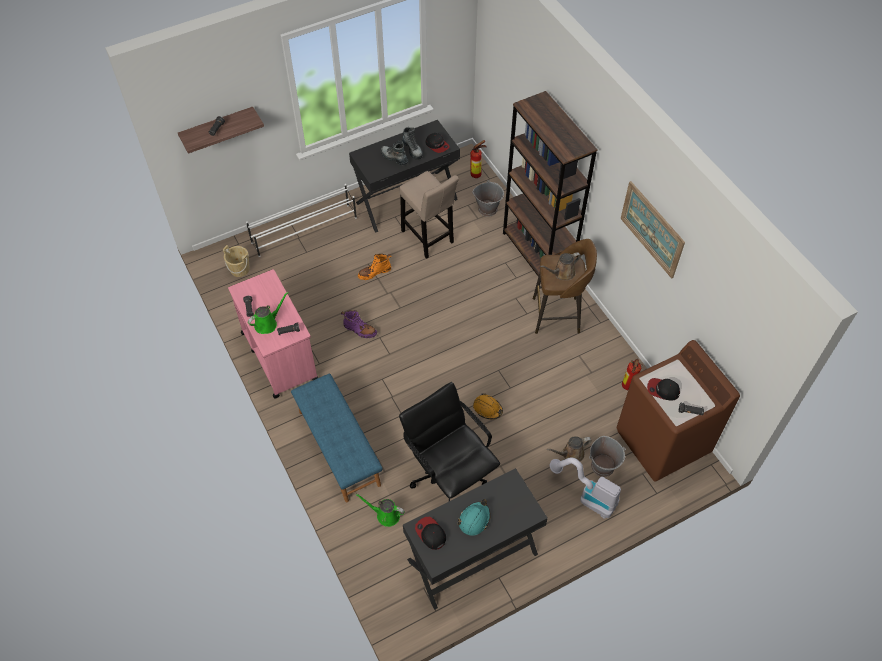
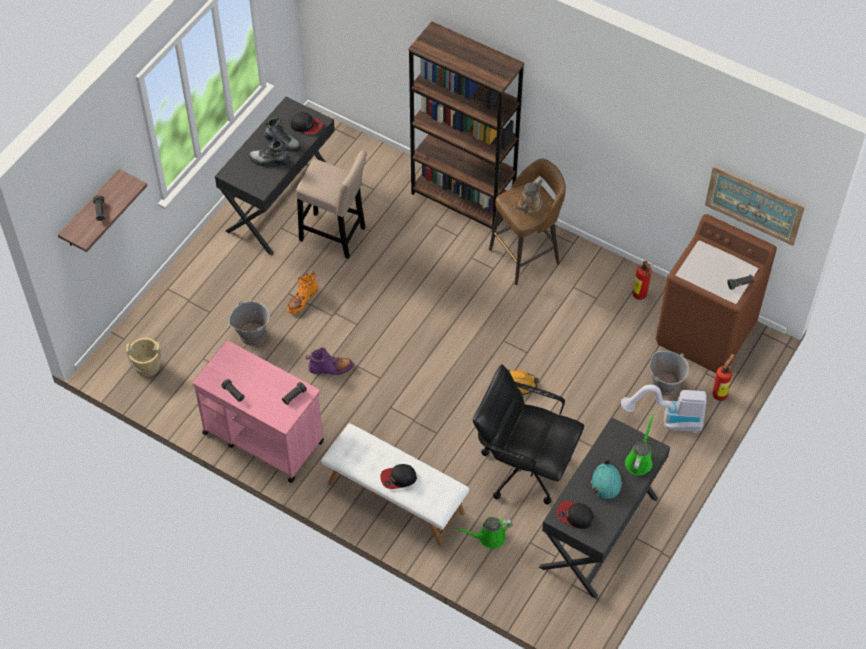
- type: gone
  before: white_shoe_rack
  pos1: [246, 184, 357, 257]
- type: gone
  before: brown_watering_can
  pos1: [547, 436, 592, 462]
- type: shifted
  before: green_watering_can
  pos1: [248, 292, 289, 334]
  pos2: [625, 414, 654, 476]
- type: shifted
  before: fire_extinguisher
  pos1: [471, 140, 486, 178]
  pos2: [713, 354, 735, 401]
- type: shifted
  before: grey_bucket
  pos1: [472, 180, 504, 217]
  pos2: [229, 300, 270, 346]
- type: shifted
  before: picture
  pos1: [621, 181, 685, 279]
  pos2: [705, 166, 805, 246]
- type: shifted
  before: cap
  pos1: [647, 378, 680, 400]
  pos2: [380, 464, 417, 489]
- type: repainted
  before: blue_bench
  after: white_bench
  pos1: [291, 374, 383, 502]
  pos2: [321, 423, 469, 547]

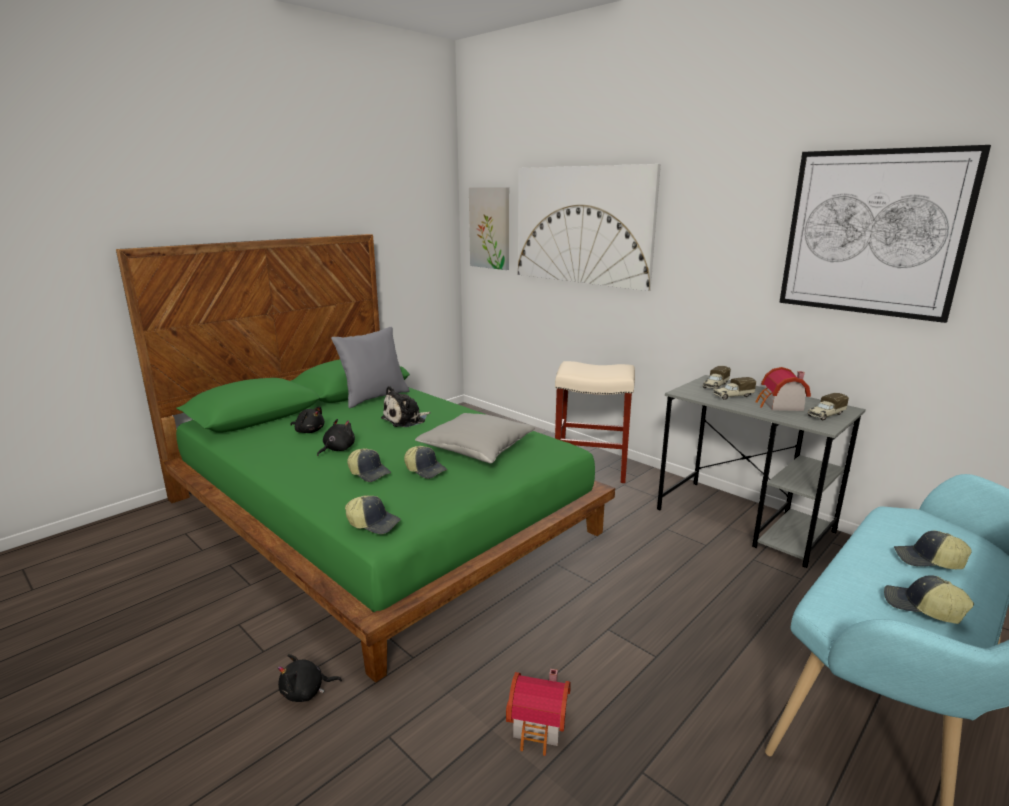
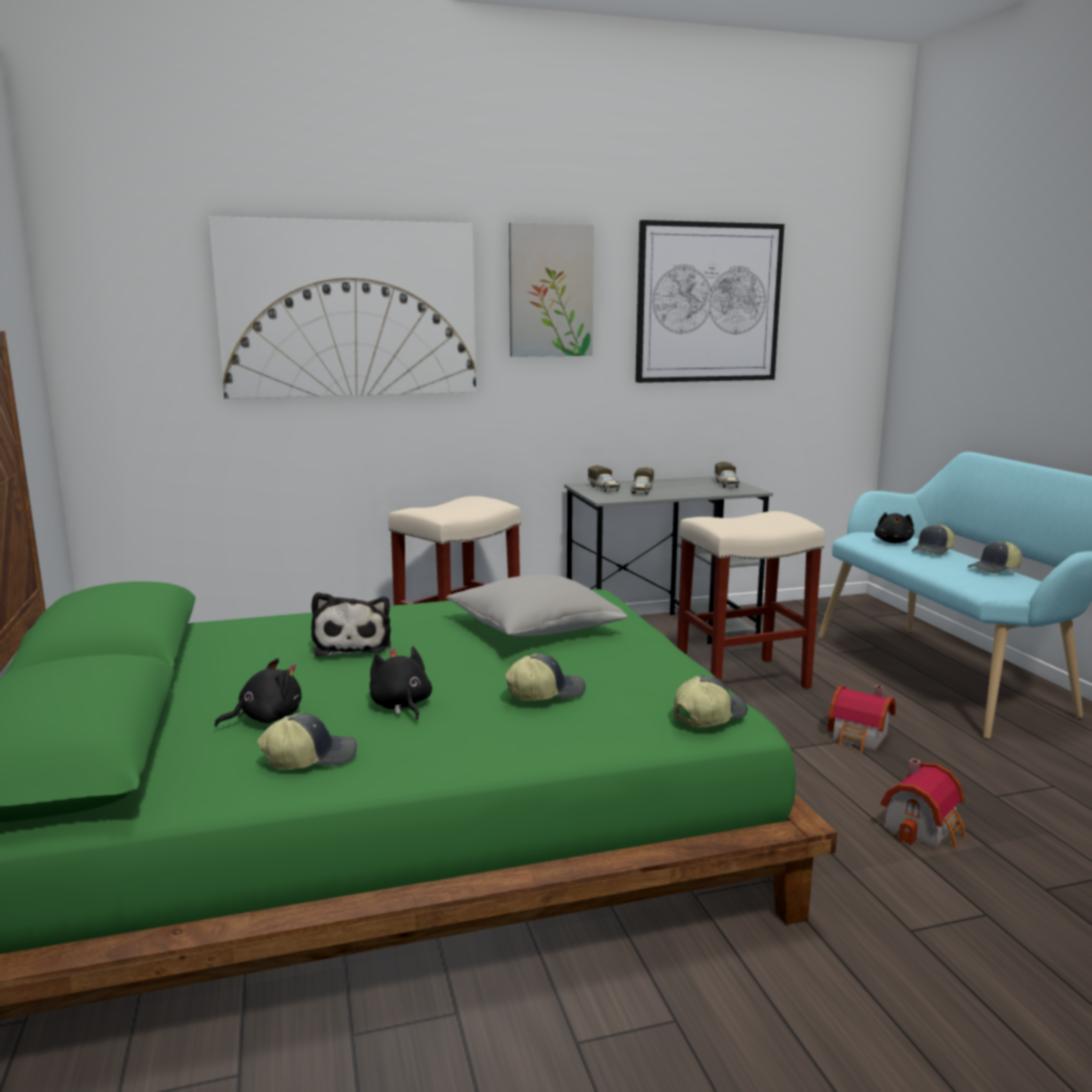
- type: gone
  before: grey_pillow
  pos1: [331, 327, 410, 408]
- type: new
  after: beige_stool
  pos2: [677, 511, 825, 689]
- type: shifted
  before: black_plush_toy
  pos1: [278, 654, 342, 702]
  pos2: [874, 512, 914, 543]
- type: shifted
  before: cap
  pos1: [404, 446, 447, 479]
  pos2: [257, 712, 357, 770]
- type: shifted
  before: picture
  pos1: [469, 187, 509, 270]
  pos2: [509, 222, 594, 357]
- type: shifted
  before: toy_house
  pos1: [756, 367, 811, 411]
  pos2: [828, 685, 896, 752]

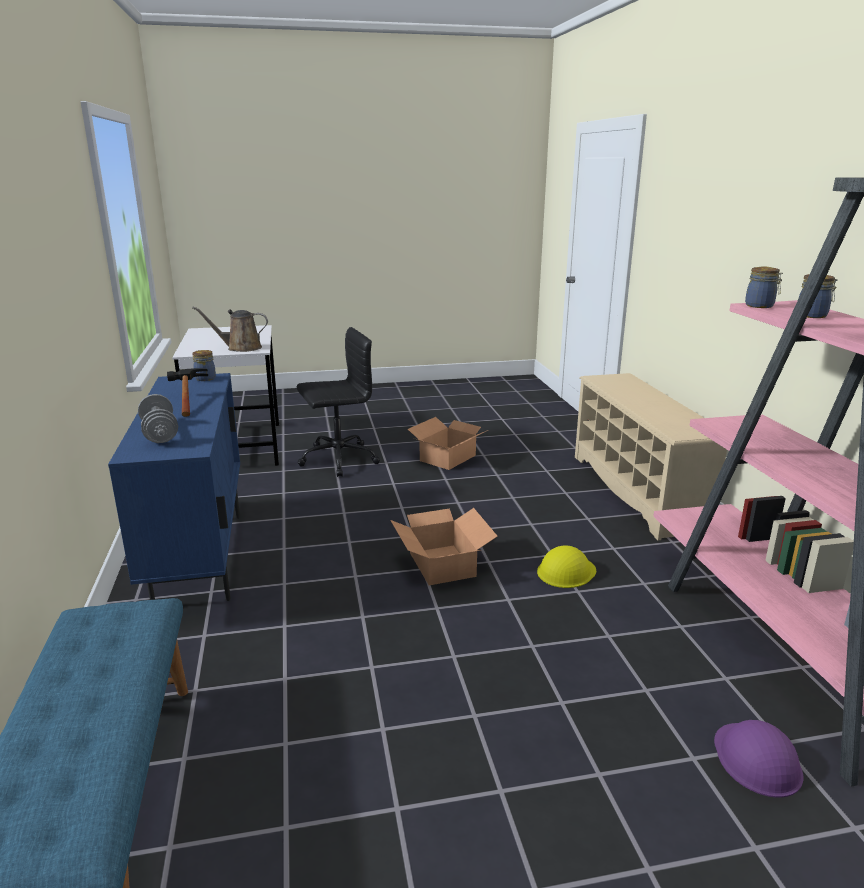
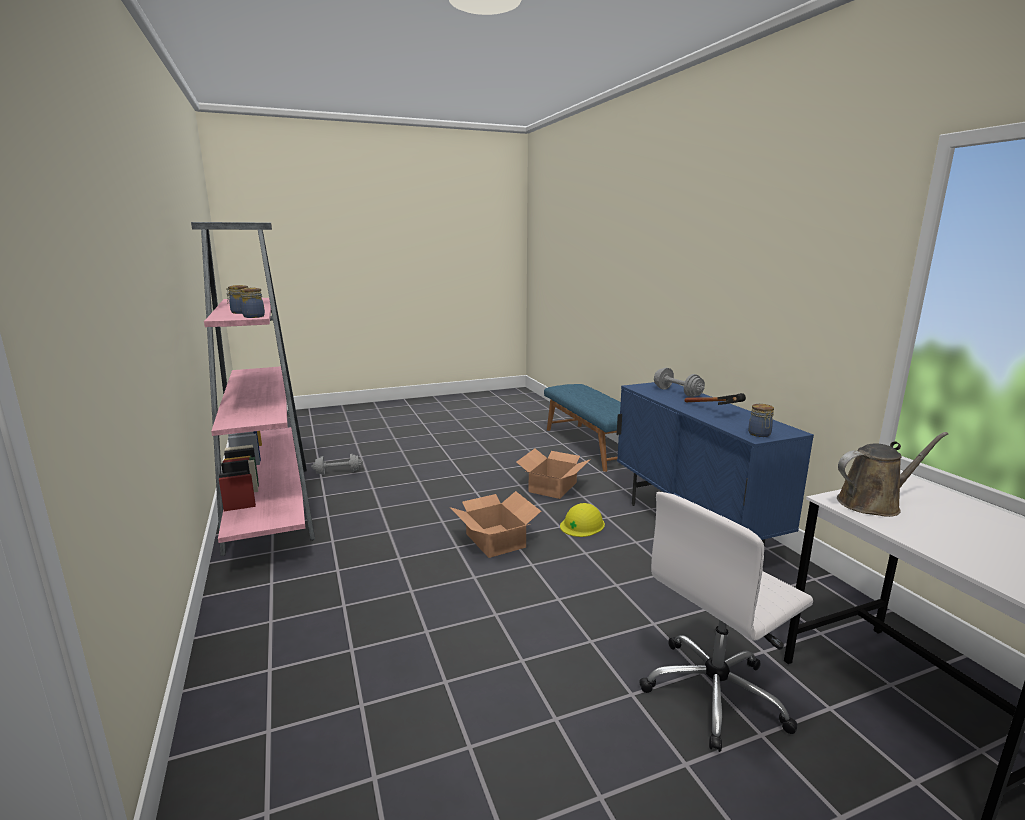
- type: gone
  before: beige_shoe_rack
  pos1: [575, 373, 727, 540]
- type: shifted
  before: cardboard_box
  pos1: [408, 417, 488, 470]
  pos2: [516, 449, 591, 499]
- type: shifted
  before: yellow_hard_hat
  pos1: [537, 545, 596, 588]
  pos2: [560, 503, 605, 537]
- type: swapped
  before: purple_hard_hat
  after: grey_dumbbell
  pos1: [714, 720, 803, 798]
  pos2: [311, 454, 363, 475]
- type: repainted
  before: black_office_chair
  after: white_office_chair
  pos1: [297, 327, 380, 477]
  pos2: [639, 492, 813, 752]

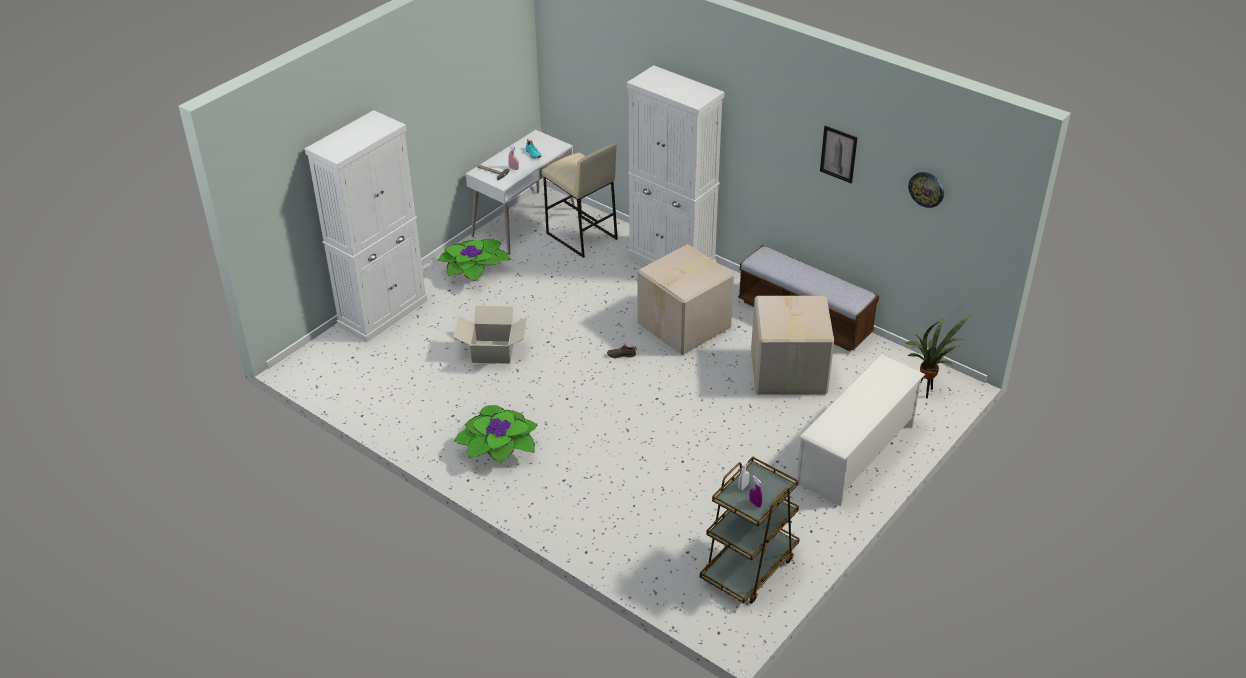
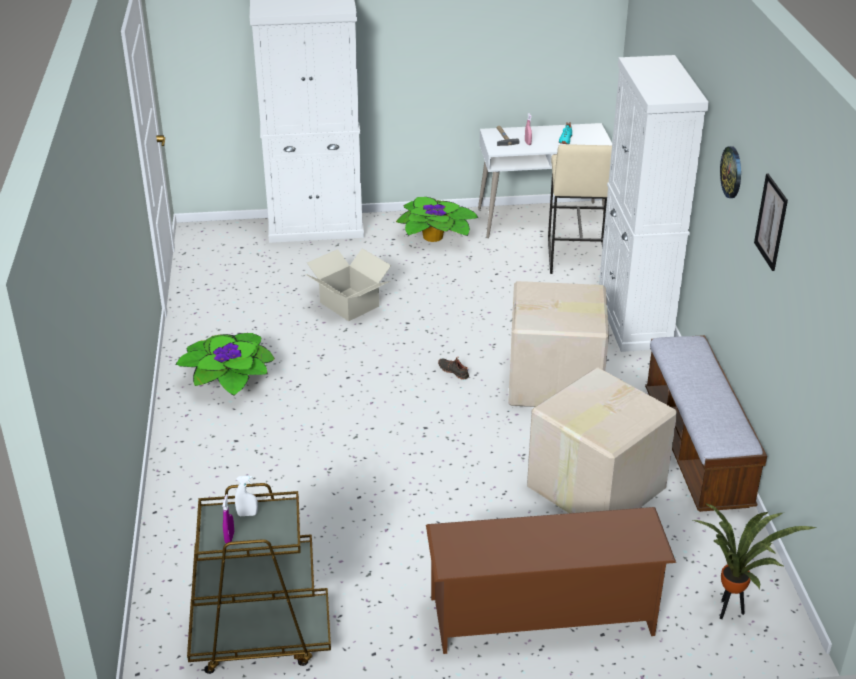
- type: shifted
  before: wall_clock
  pos1: [908, 172, 944, 208]
  pos2: [720, 146, 741, 198]
- type: repainted
  before: white_shoe_rack
  after: brown_shoe_rack
  pos1: [797, 354, 925, 506]
  pos2: [426, 507, 676, 654]

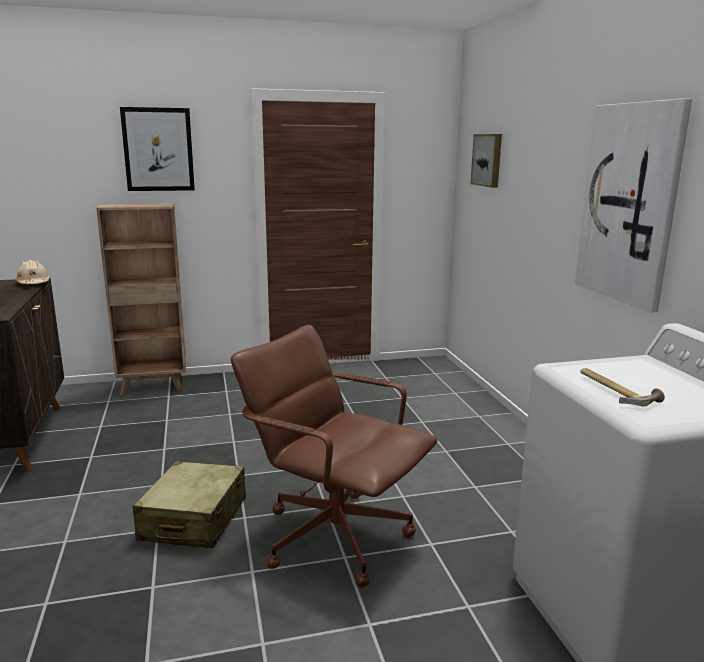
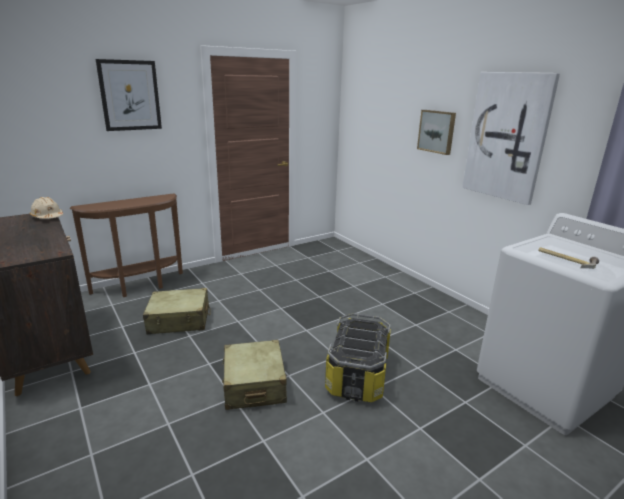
- type: new
  after: beige_suitcase
  pos2: [143, 288, 211, 334]
- type: shifted
  before: picture
  pos1: [471, 134, 502, 188]
  pos2: [417, 110, 456, 155]
- type: swapped
  before: brown_bookcase
  after: brown_console_table
  pos1: [96, 203, 186, 395]
  pos2: [70, 193, 183, 297]
- type: swapped
  before: brown_office_chair
  after: storage_box
  pos1: [231, 325, 438, 588]
  pos2: [325, 313, 391, 402]

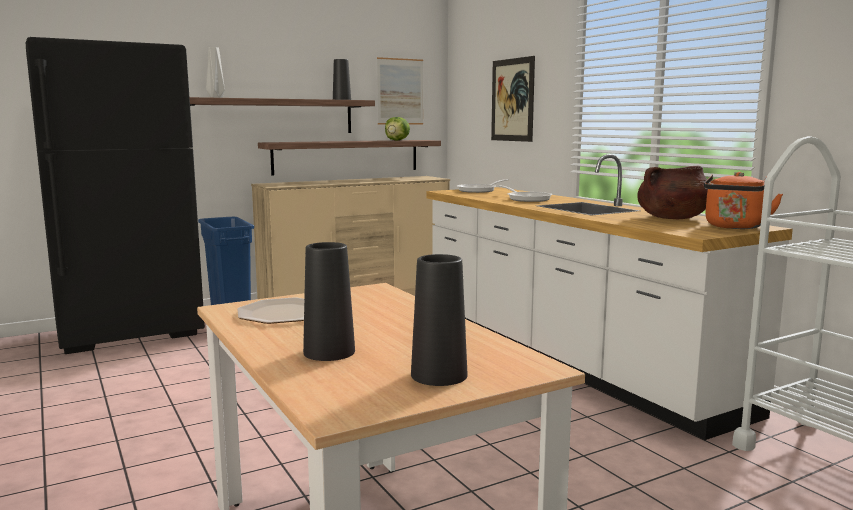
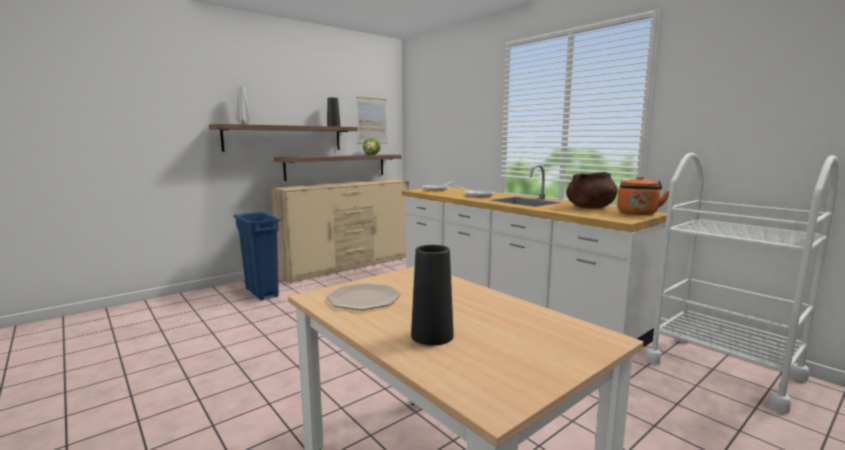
- type: gone
  before: black_fridge
  pos1: [26, 37, 205, 354]
- type: gone
  before: black_vase
  pos1: [411, 254, 467, 386]
- type: gone
  before: picture
  pos1: [491, 56, 535, 142]

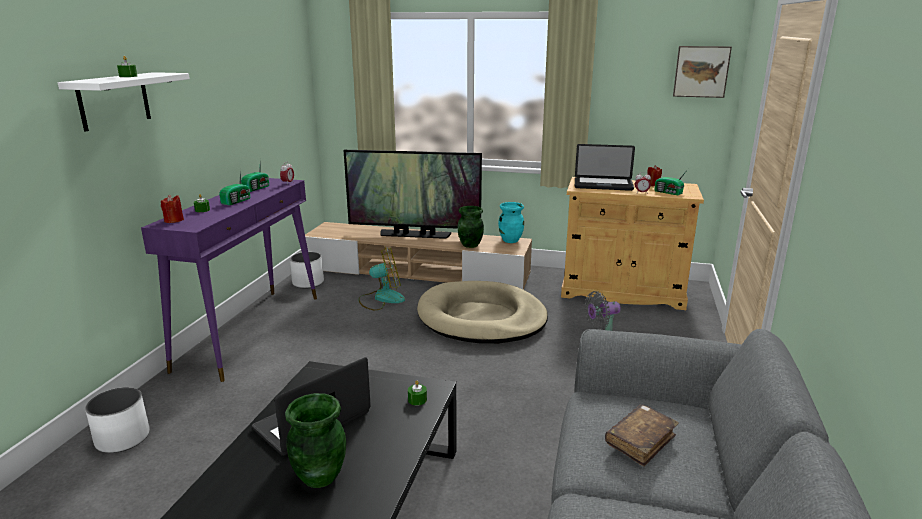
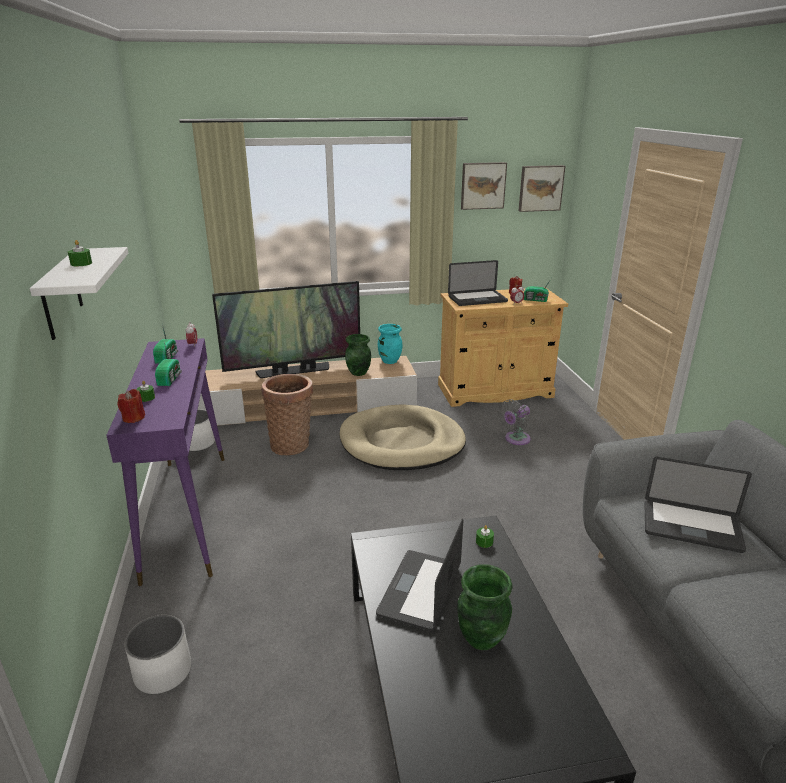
- type: new
  after: picture
  pos2: [461, 162, 507, 210]
- type: swapped
  before: fan
  after: basket
  pos1: [358, 247, 405, 311]
  pos2: [261, 374, 313, 455]
- type: swapped
  before: brown_book
  after: laptop
  pos1: [605, 404, 679, 467]
  pos2: [644, 457, 752, 553]

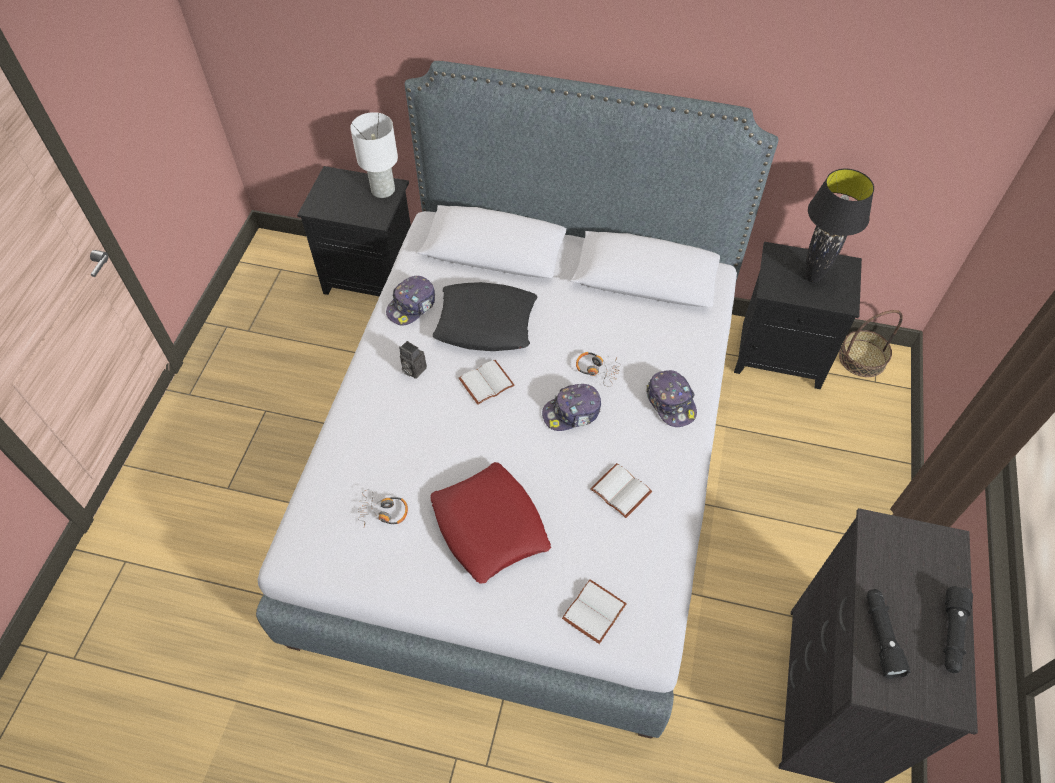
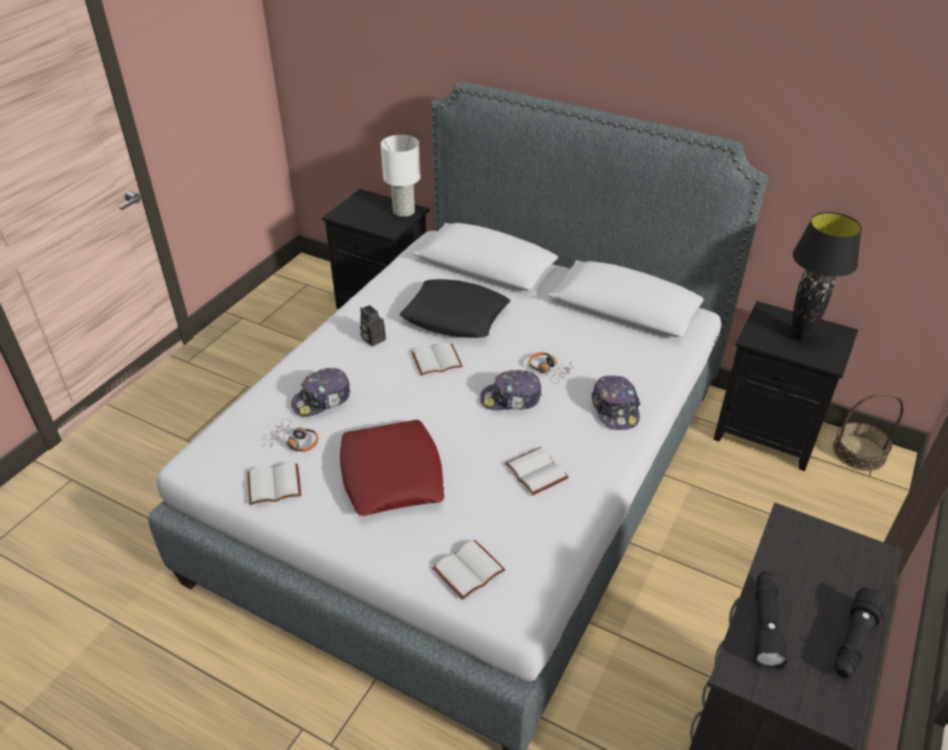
- type: new
  after: white_book
  pos2: [247, 463, 301, 505]
- type: shifted
  before: cap
  pos1: [386, 276, 435, 326]
  pos2: [291, 368, 350, 417]

